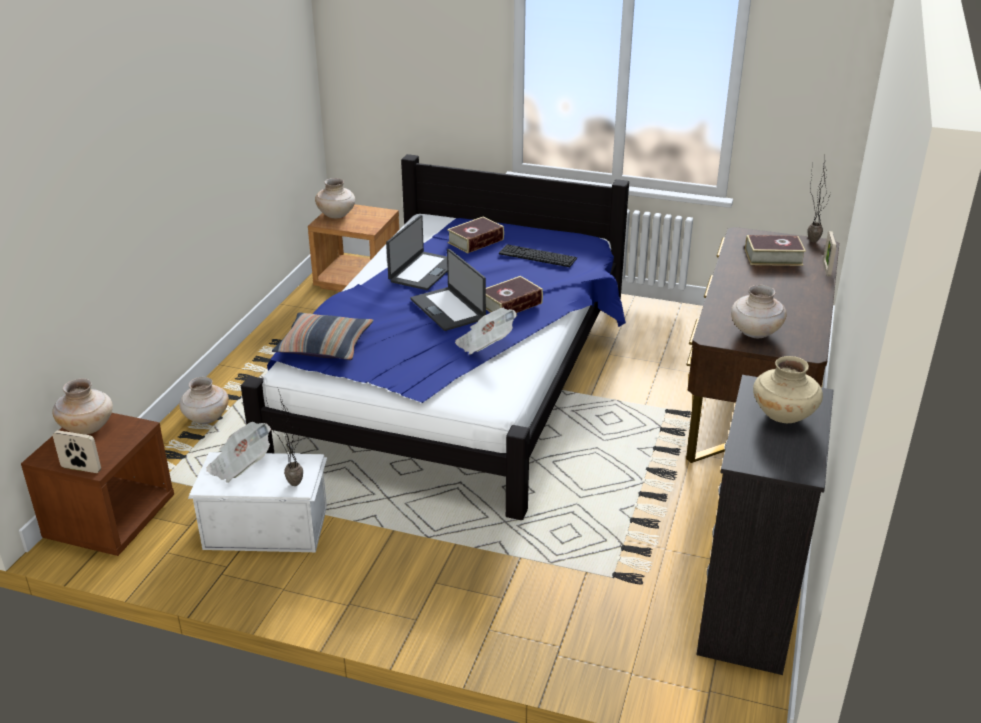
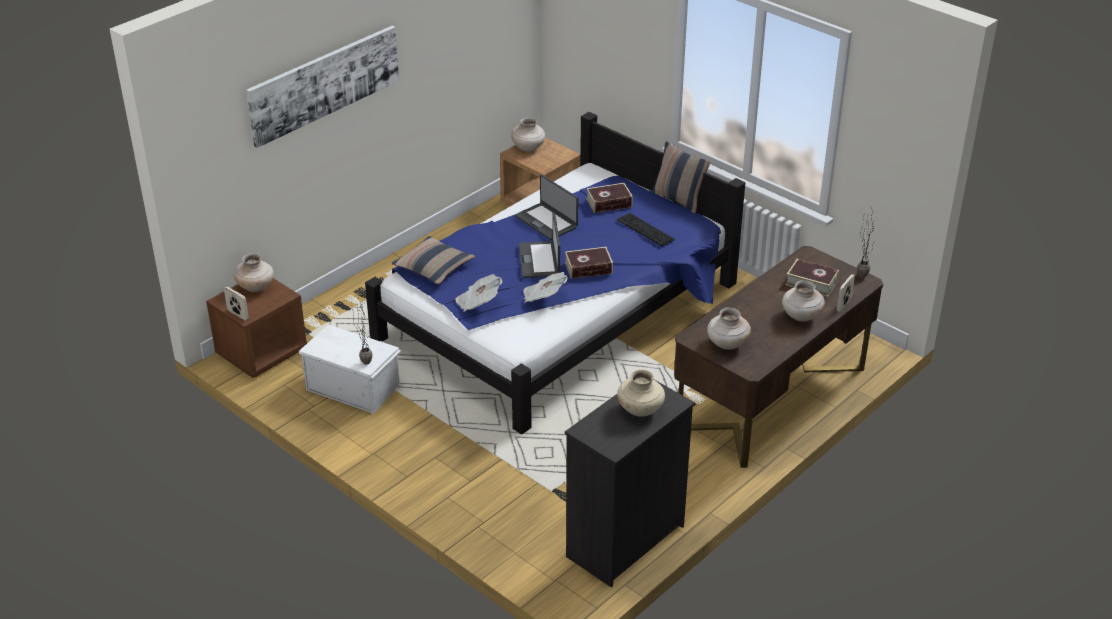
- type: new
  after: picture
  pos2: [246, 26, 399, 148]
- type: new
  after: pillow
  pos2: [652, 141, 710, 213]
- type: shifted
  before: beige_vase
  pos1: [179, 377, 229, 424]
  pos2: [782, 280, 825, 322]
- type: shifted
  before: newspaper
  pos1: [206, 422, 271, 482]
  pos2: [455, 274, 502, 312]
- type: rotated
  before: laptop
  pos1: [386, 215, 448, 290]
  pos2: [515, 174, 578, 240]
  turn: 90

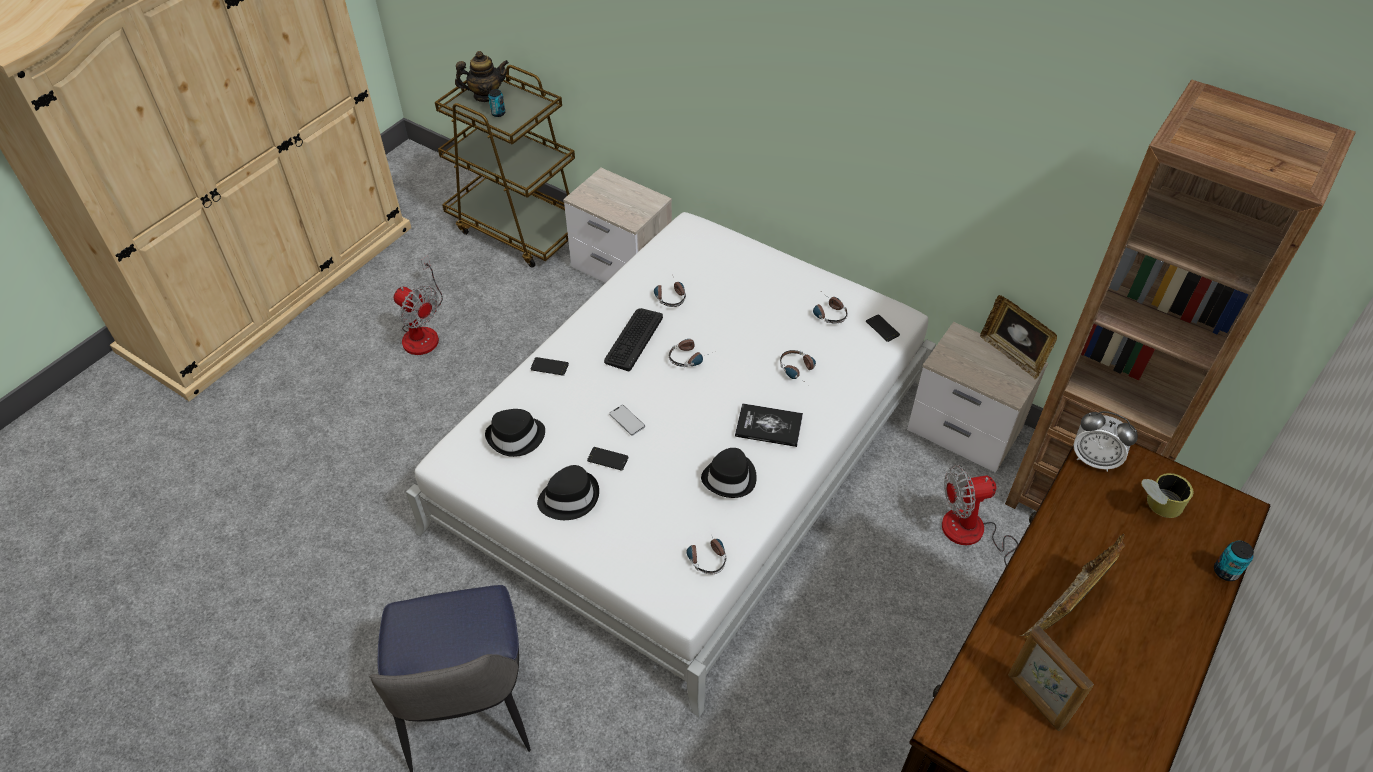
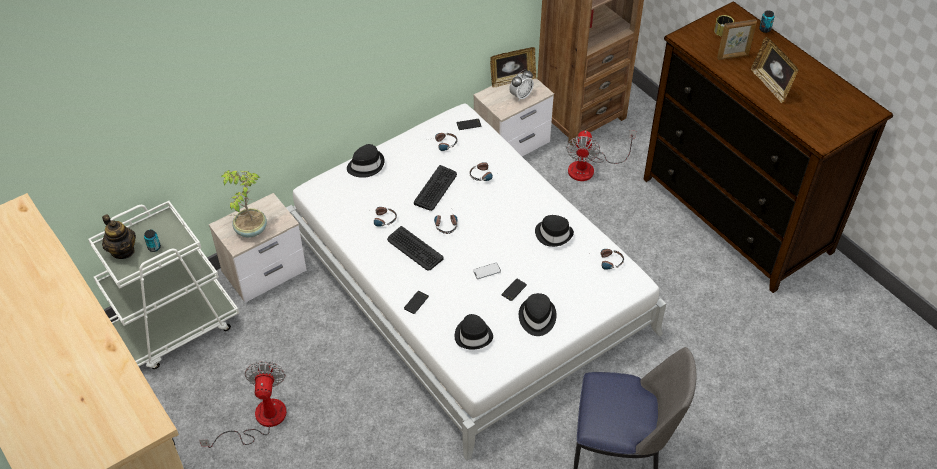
- type: gone
  before: book
  pos1: [735, 403, 803, 447]
- type: new
  after: potted_plant
  pos2: [221, 170, 267, 238]
- type: new
  after: black_hat
  pos2: [347, 144, 385, 178]
- type: new
  after: keyboard
  pos2: [414, 165, 457, 211]
- type: shifted
  before: picture_frame
  pos1: [1008, 625, 1094, 731]
  pos2: [717, 19, 757, 60]
- type: shifted
  before: alarm_clock
  pos1: [1073, 411, 1138, 472]
  pos2: [509, 69, 534, 101]
- type: repainted
  before: brown_cart
  after: white_cart
  pos1: [435, 65, 575, 268]
  pos2: [88, 201, 239, 369]
- type: rotated
  before: fan
  pos1: [394, 256, 443, 355]
  pos2: [199, 361, 287, 448]
  turn: -60
- type: rotated
  before: teapot
  pos1: [455, 51, 509, 102]
  pos2: [102, 215, 136, 259]
  turn: 135

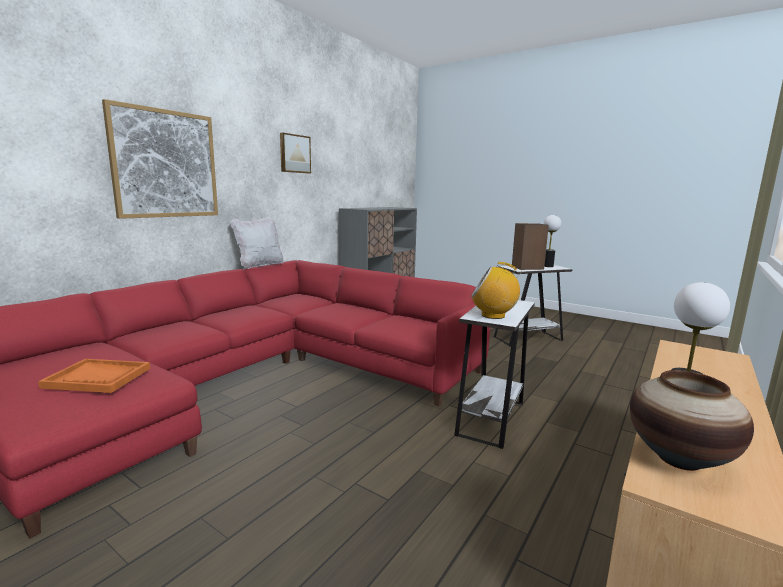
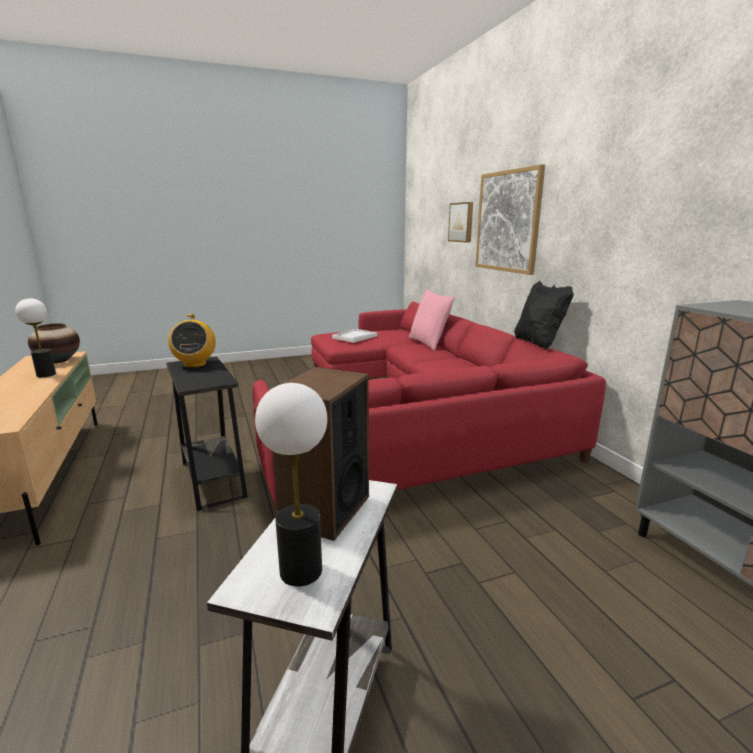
- type: new
  after: pink_pillow
  pos2: [409, 290, 455, 351]
- type: shifted
  before: picture
  pos1: [280, 133, 311, 173]
  pos2: [448, 202, 473, 243]
- type: repainted
  before: orange_tray
  after: white_tray
  pos1: [38, 359, 150, 393]
  pos2: [332, 329, 377, 343]
- type: repainted
  before: white_pillow
  after: black_pillow
  pos1: [230, 217, 284, 269]
  pos2: [514, 281, 574, 350]
- type: repainted
  before: white_side_table
  after: black_side_table
  pos1: [454, 300, 535, 449]
  pos2: [166, 356, 247, 511]
- type: rotated
  before: radio
  pos1: [471, 262, 523, 319]
  pos2: [168, 314, 216, 368]
  turn: 120

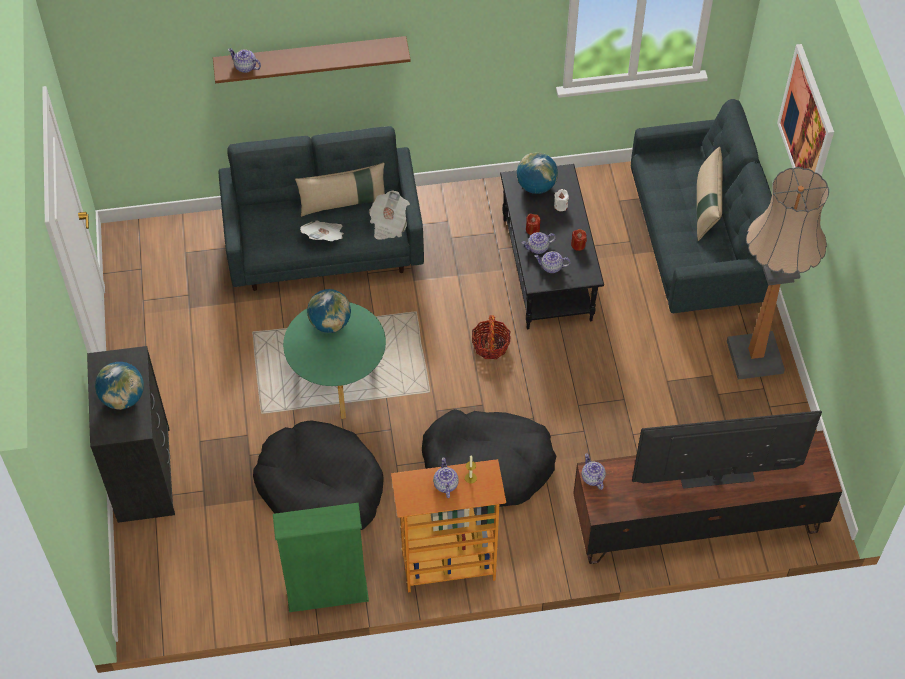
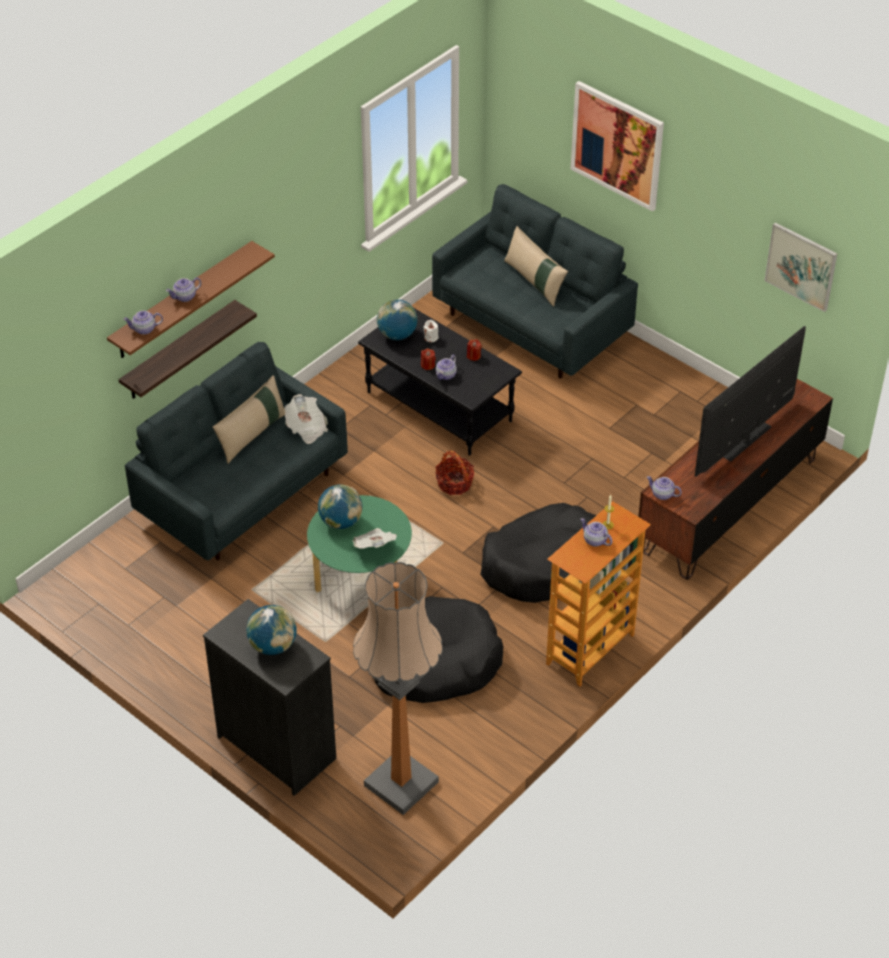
- type: gone
  before: green_bookcase
  pos1: [273, 503, 369, 612]
- type: new
  after: shelf
  pos2: [119, 300, 257, 399]
- type: new
  after: picture
  pos2: [764, 222, 837, 312]
- type: shifted
  before: newspaper
  pos1: [300, 220, 344, 241]
  pos2: [353, 528, 397, 549]
- type: shifted
  before: teapot
  pos1: [535, 251, 570, 273]
  pos2: [166, 277, 201, 302]
- type: shifted
  before: floor_lamp
  pos1: [727, 167, 829, 380]
  pos2: [353, 562, 443, 815]

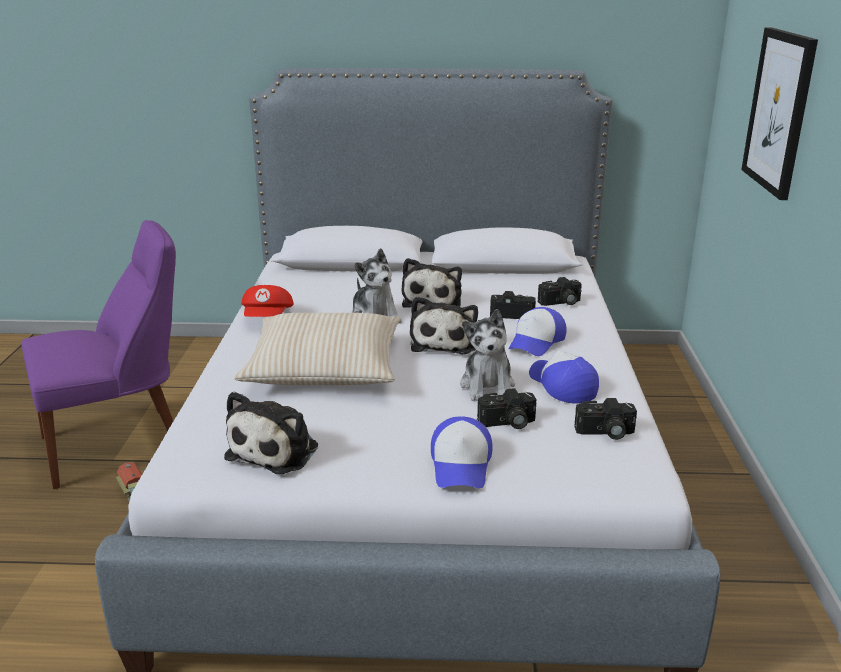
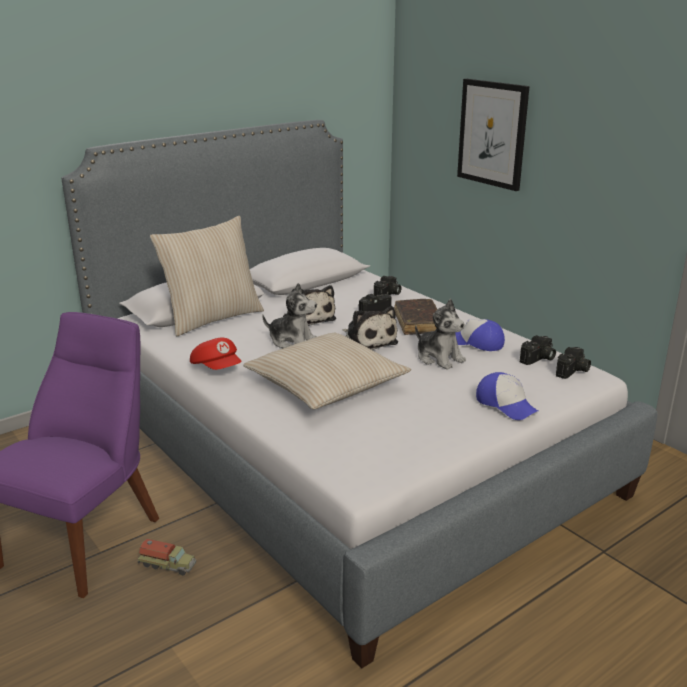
- type: gone
  before: plush_toy
  pos1: [224, 391, 318, 474]
- type: new
  after: beige_pillow
  pos2: [150, 216, 264, 336]
- type: shifted
  before: photo_camera
  pos1: [477, 388, 536, 429]
  pos2: [556, 347, 591, 379]
- type: swapped
  before: cap
  after: brown_book
  pos1: [509, 307, 567, 356]
  pos2: [394, 299, 438, 335]

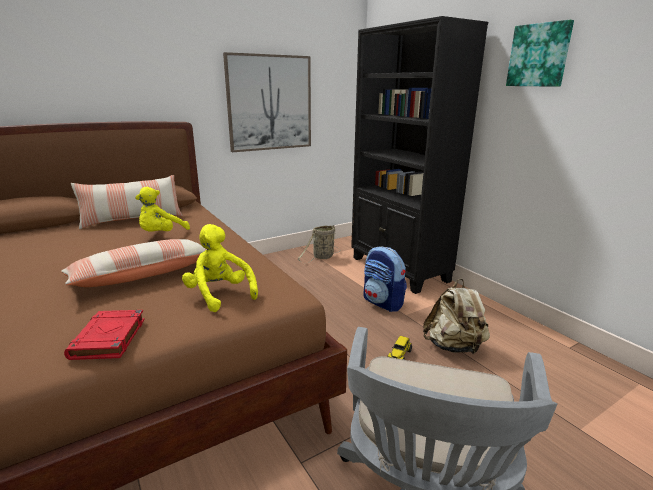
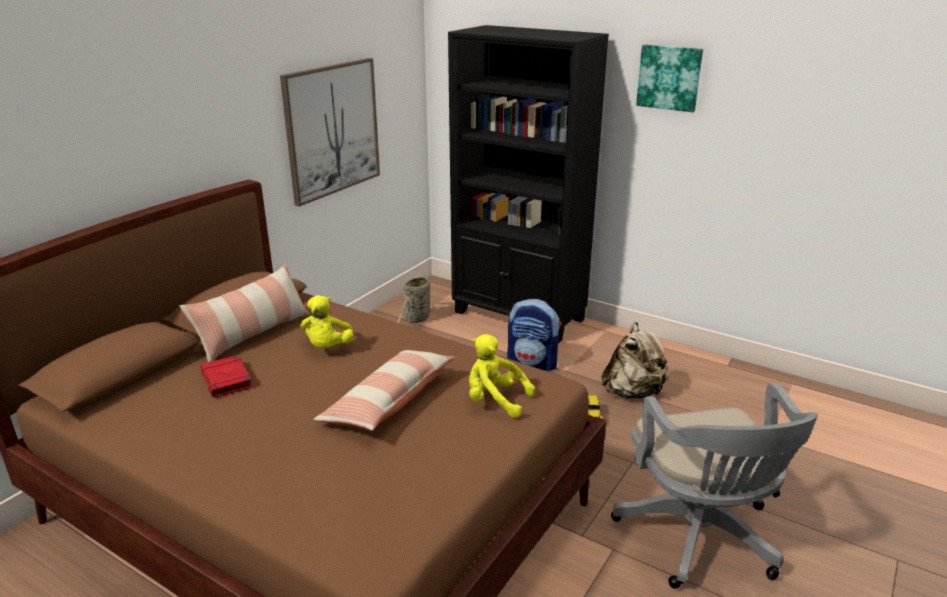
- type: shifted
  before: red_book
  pos1: [64, 310, 145, 360]
  pos2: [200, 355, 252, 398]

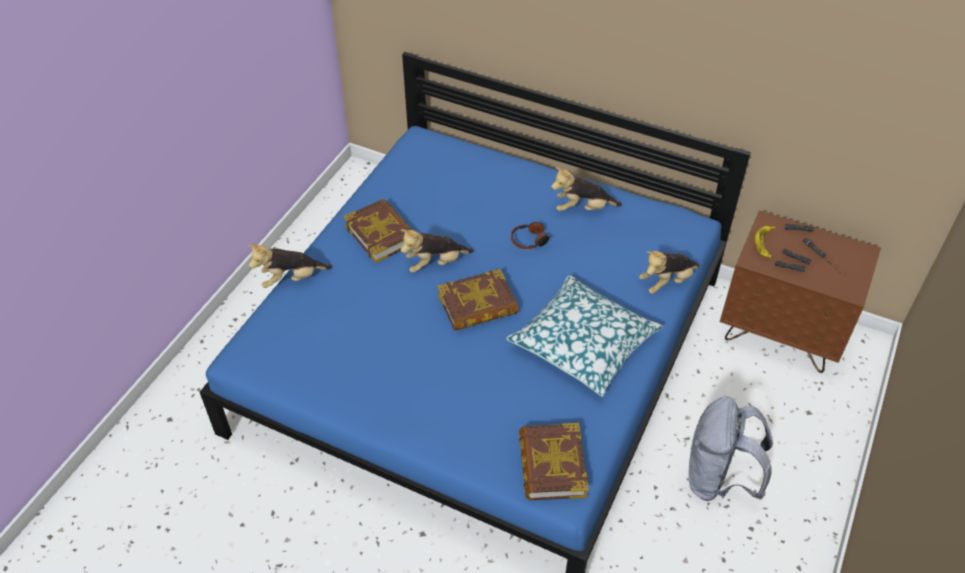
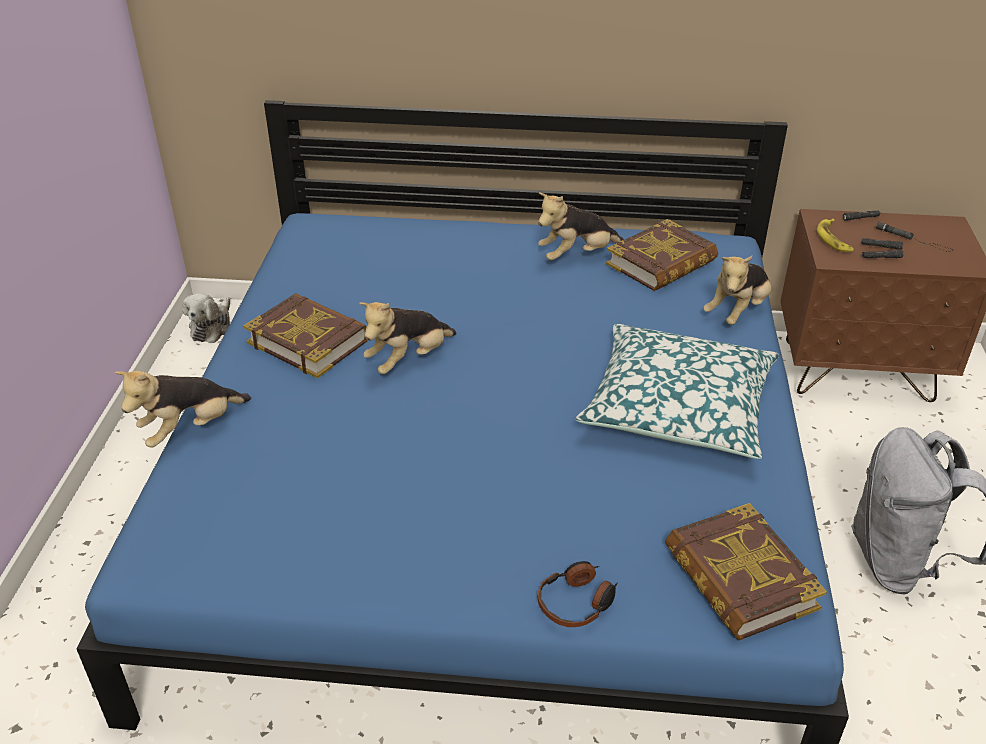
- type: new
  after: plush_toy
  pos2: [182, 293, 230, 343]
- type: shifted
  before: book
  pos1: [437, 269, 519, 331]
  pos2: [606, 219, 718, 291]
- type: shifted
  before: headphones
  pos1: [511, 222, 551, 249]
  pos2: [538, 561, 617, 627]

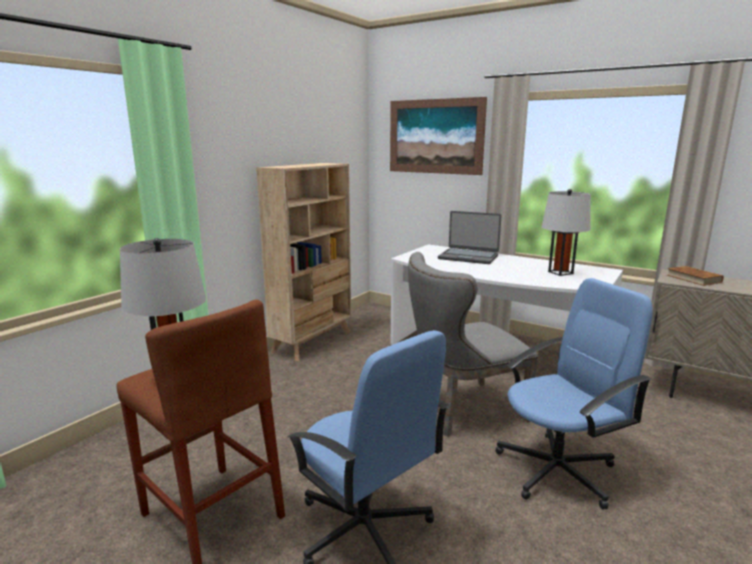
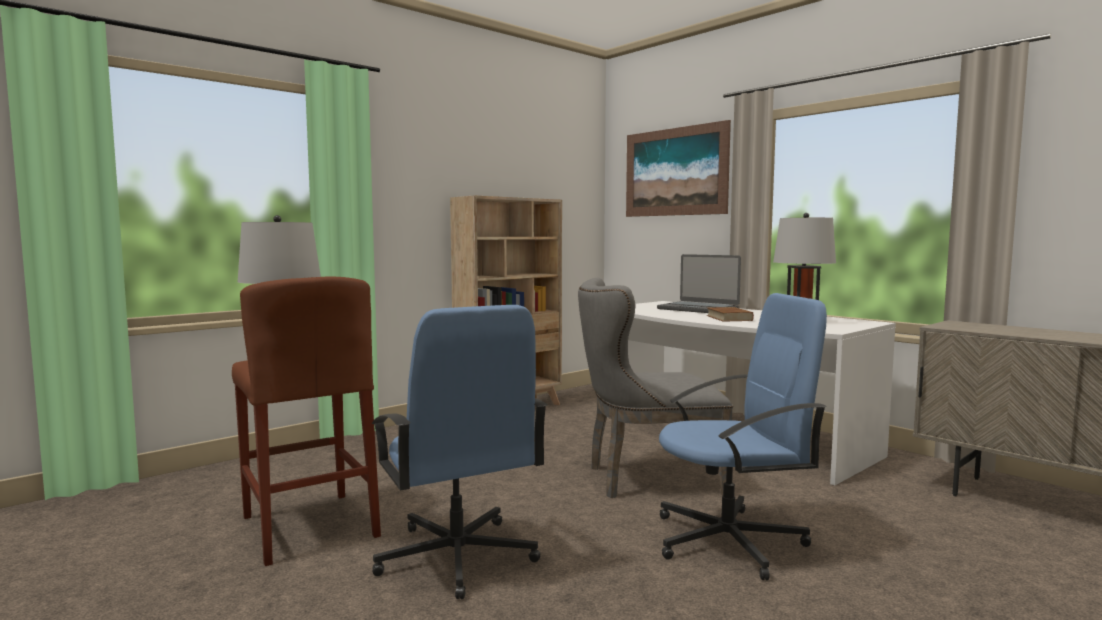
- type: shifted
  before: brown_book
  pos1: [667, 266, 724, 286]
  pos2: [706, 307, 754, 322]

